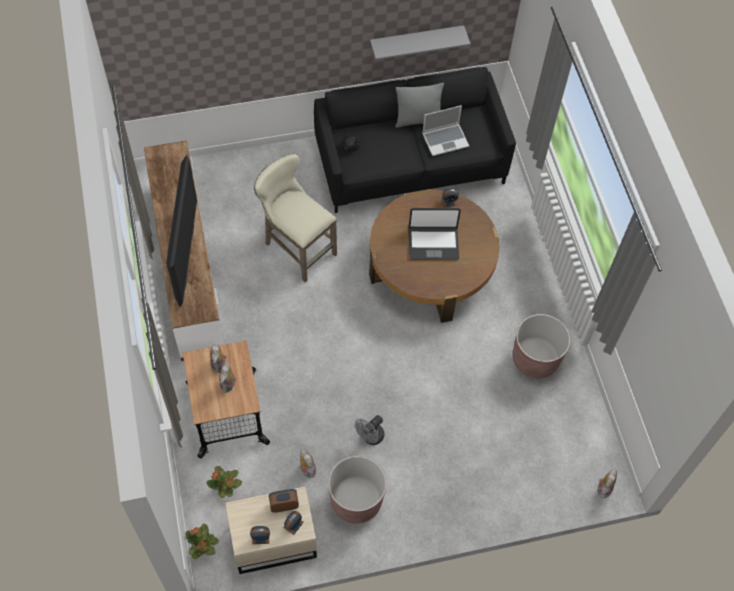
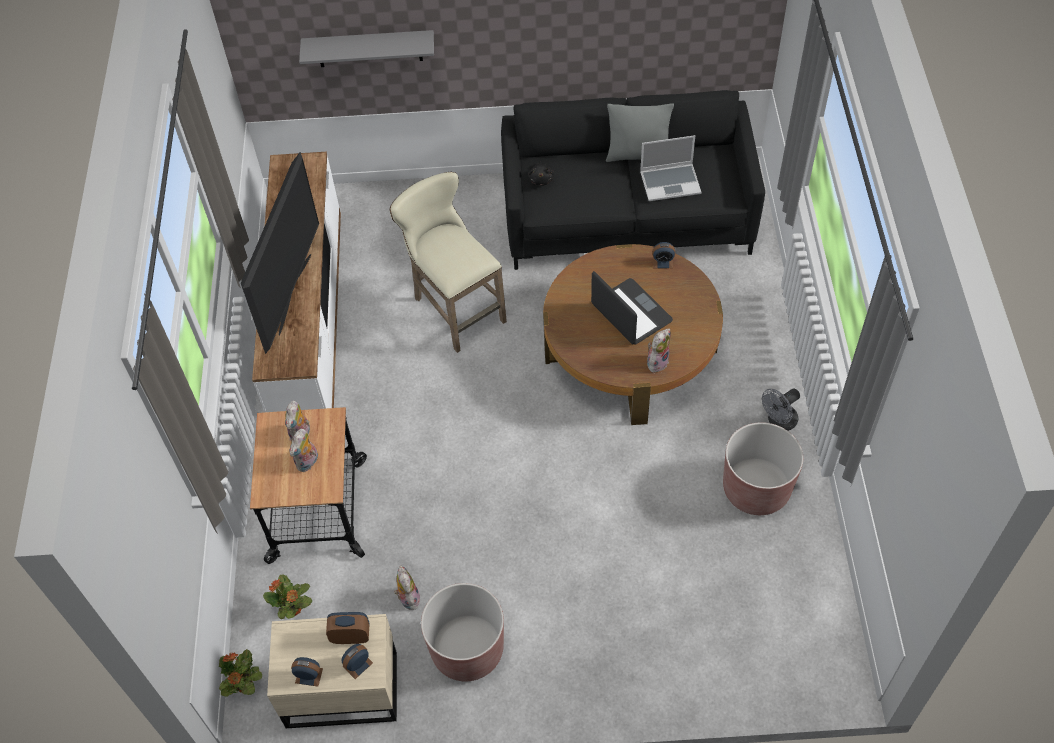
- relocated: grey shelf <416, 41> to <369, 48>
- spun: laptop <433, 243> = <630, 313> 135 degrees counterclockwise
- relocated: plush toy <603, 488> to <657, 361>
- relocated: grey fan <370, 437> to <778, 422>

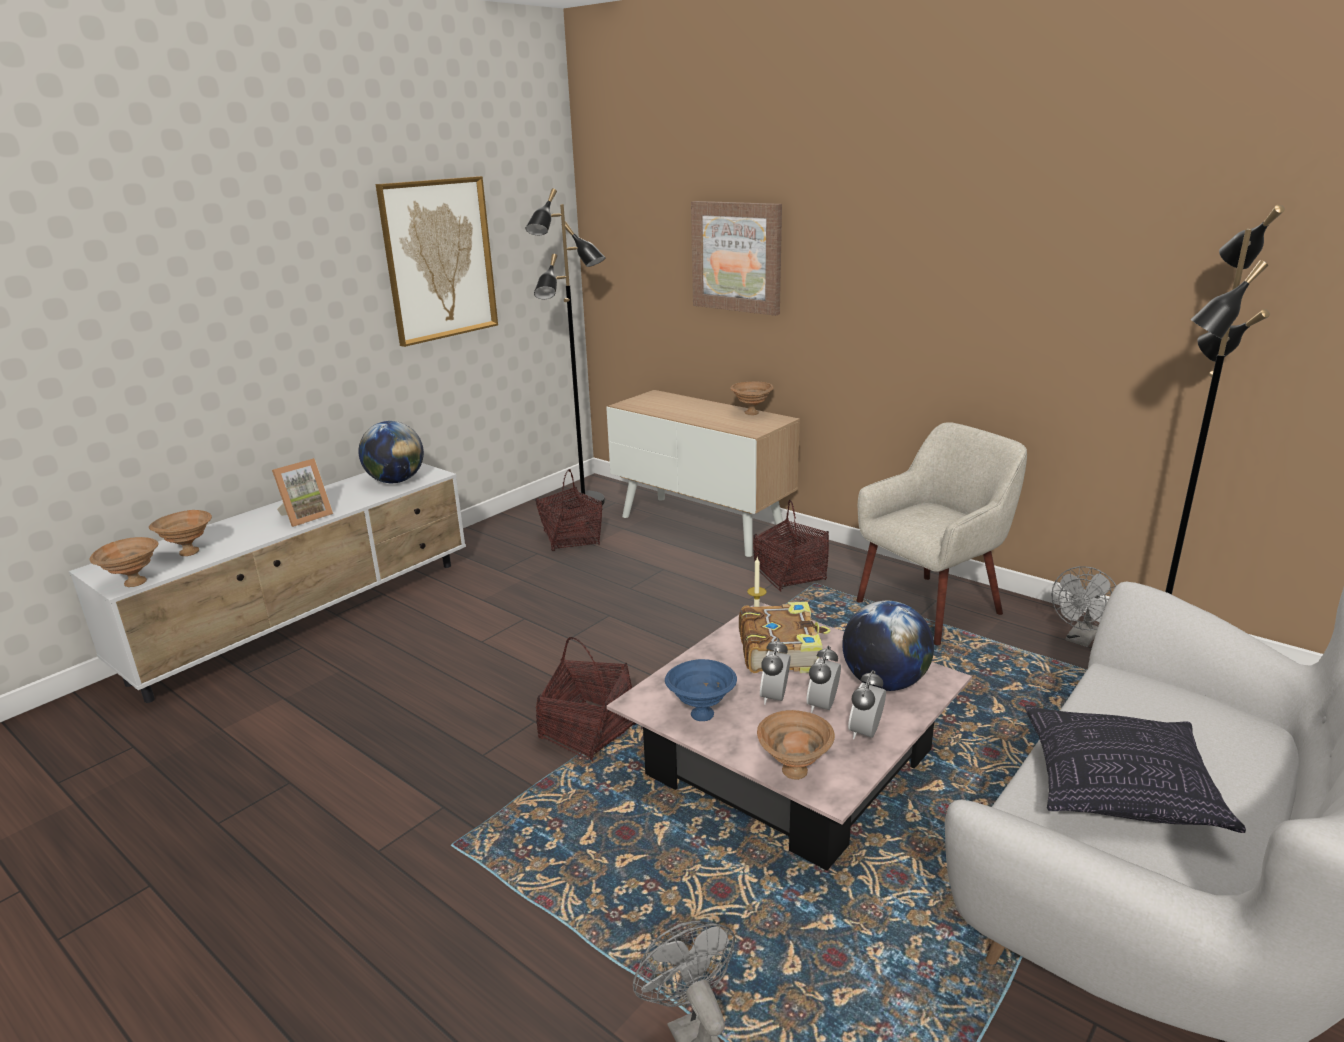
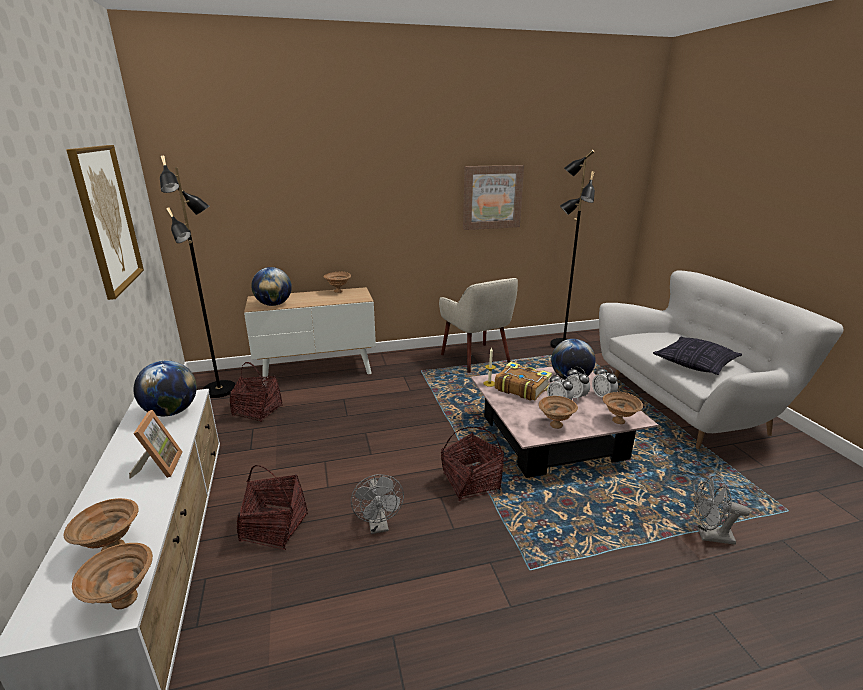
- relocated: basket <790, 575> to <274, 527>
- appeared: globe <274, 304>
- relocated: grey fan <1080, 639> to <379, 526>
- spun: beige armchair <931, 608> = <476, 358> 150 degrees clockwise
- relocated: picture <737, 257> to <492, 197>
- colour: blue bowl <700, 714> to brown bowl <555, 425>

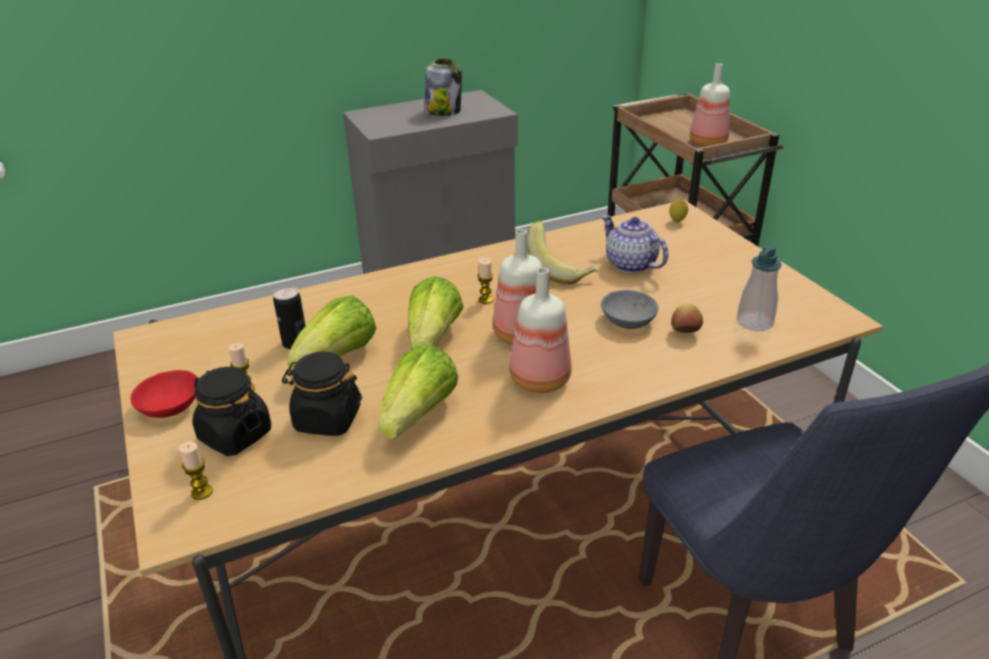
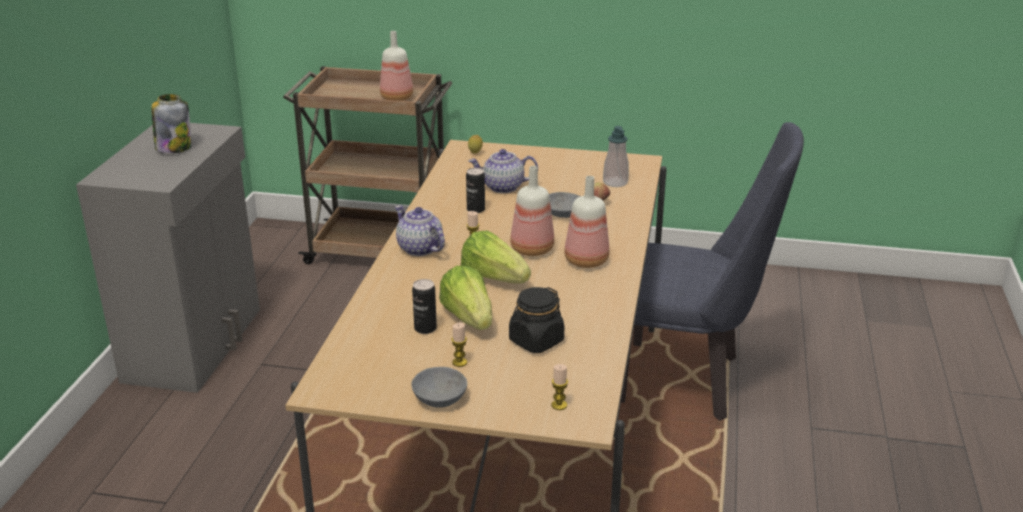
- appeared: teapot <419, 248>
- colour: red bowl <169, 404> to grey bowl <437, 398>
- exchanged: banana <561, 270> to can <475, 209>
- missing: black jar <235, 435>
- missing: lettuce <419, 414>

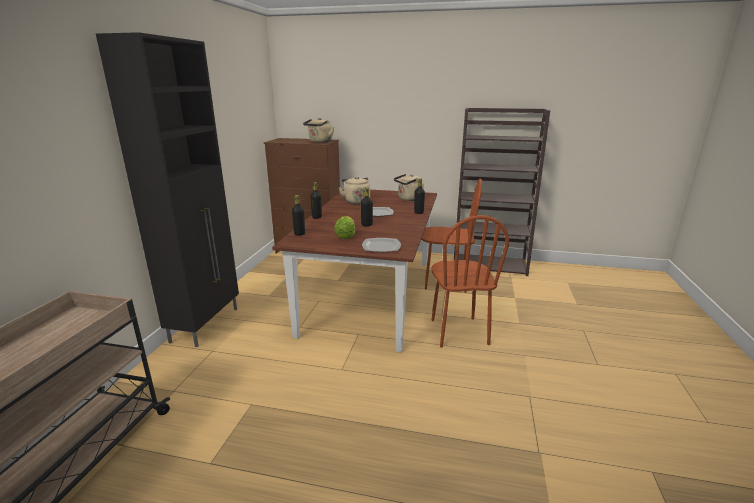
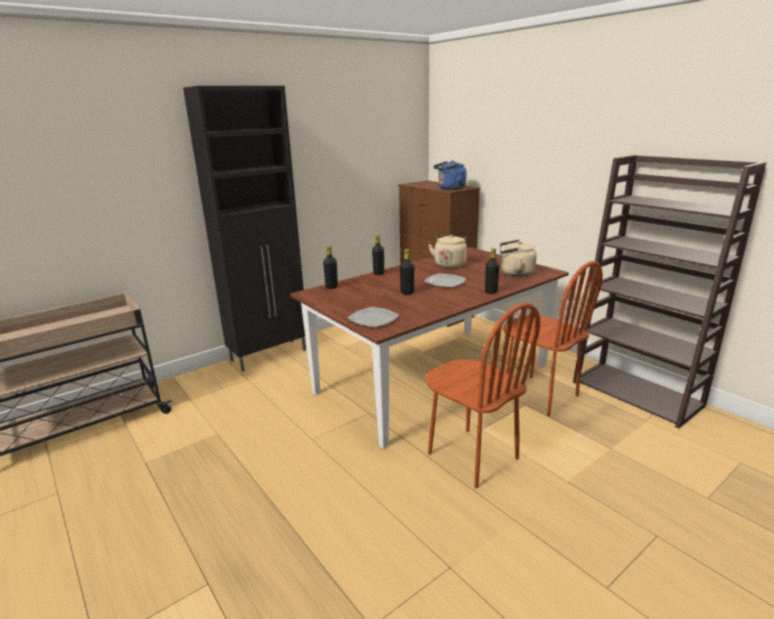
- spun: brown chair <458, 332> = <472, 456> 75 degrees counterclockwise
- colour: beige kettle <319, 142> to blue kettle <450, 189>
- missing: lettuce <346, 236>

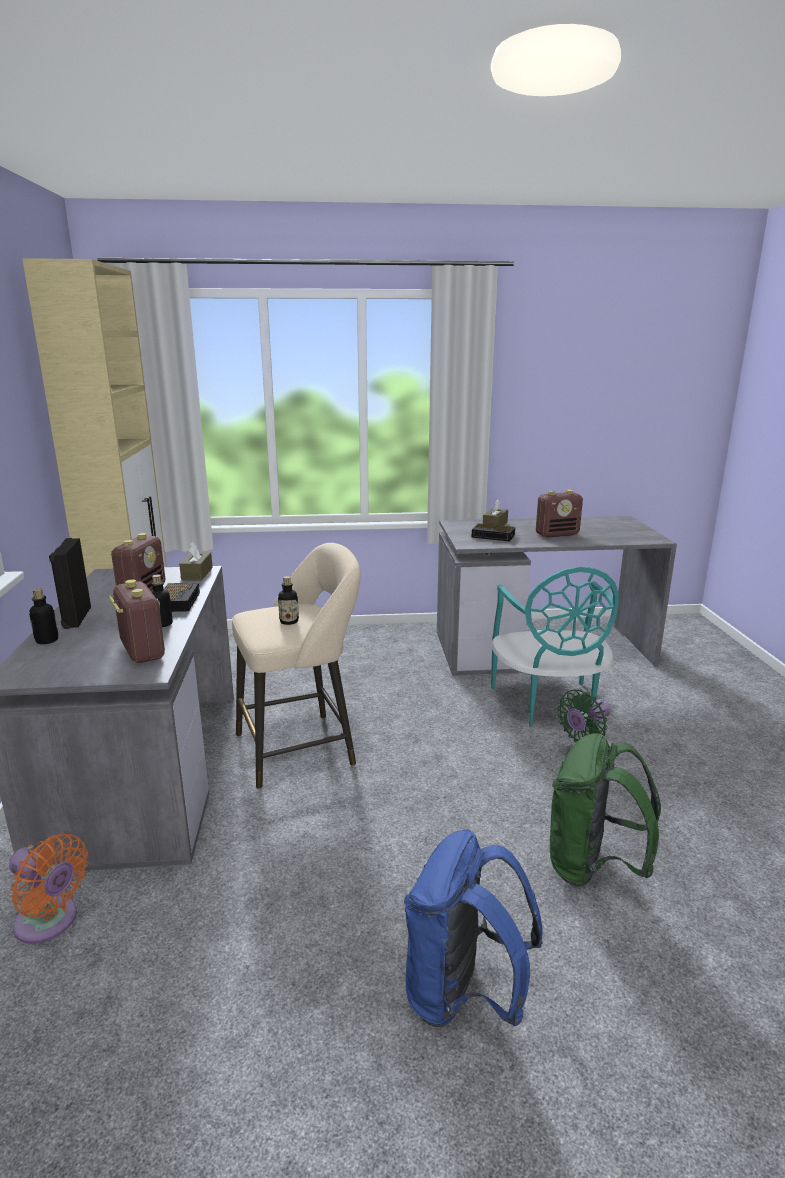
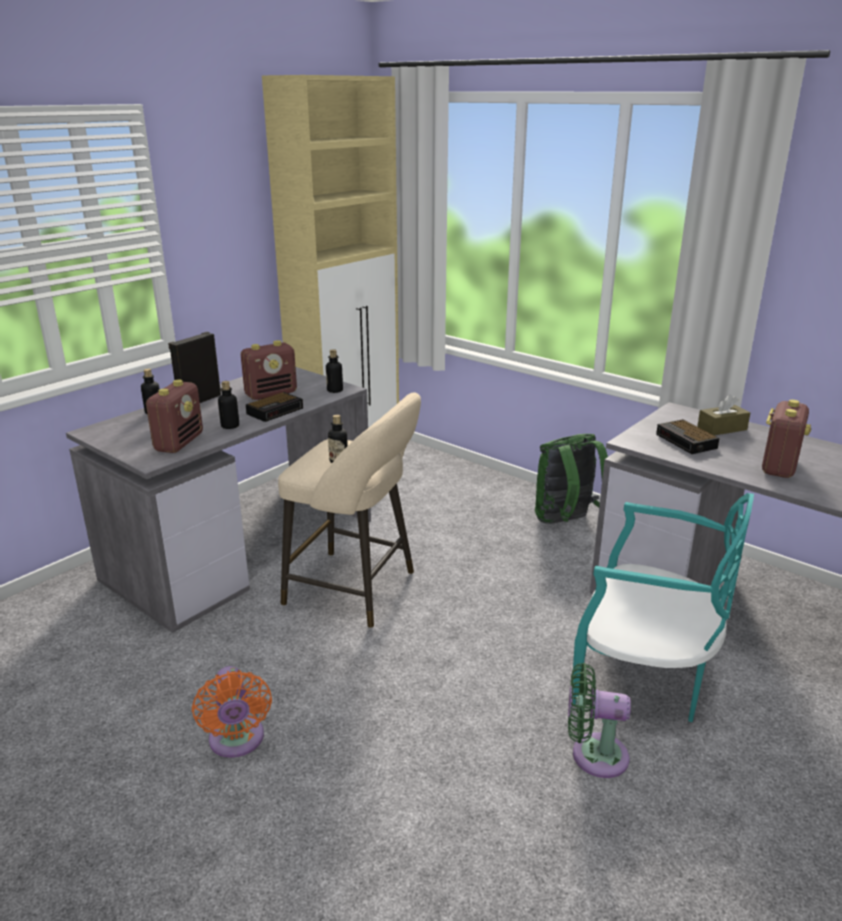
- relocated: orange fan <50, 922> to <237, 741>
- exchanged: brown tissue box <197, 574> to bottle <335, 390>
- relocated: green backpack <593, 867> to <566, 522>
- spun: turquoise chair <548, 705> = <644, 679> 105 degrees counterclockwise
- spun: radio <557, 534> = <779, 466> 90 degrees counterclockwise
- missing: blue backpack <463, 995>

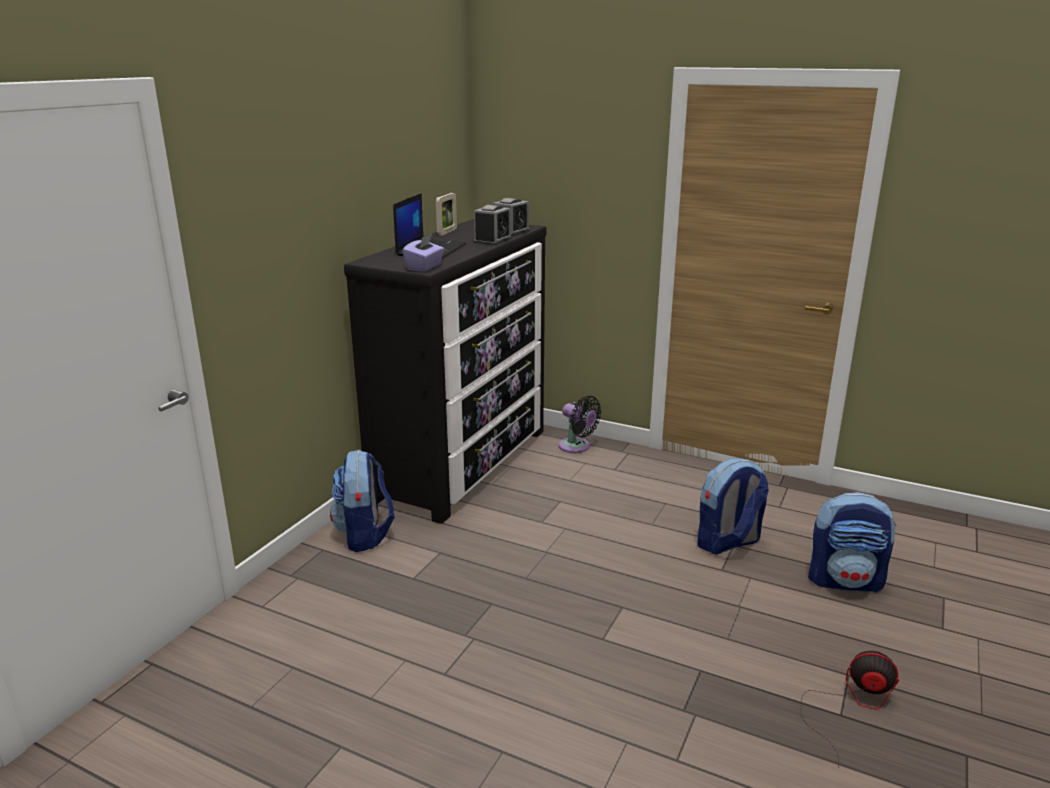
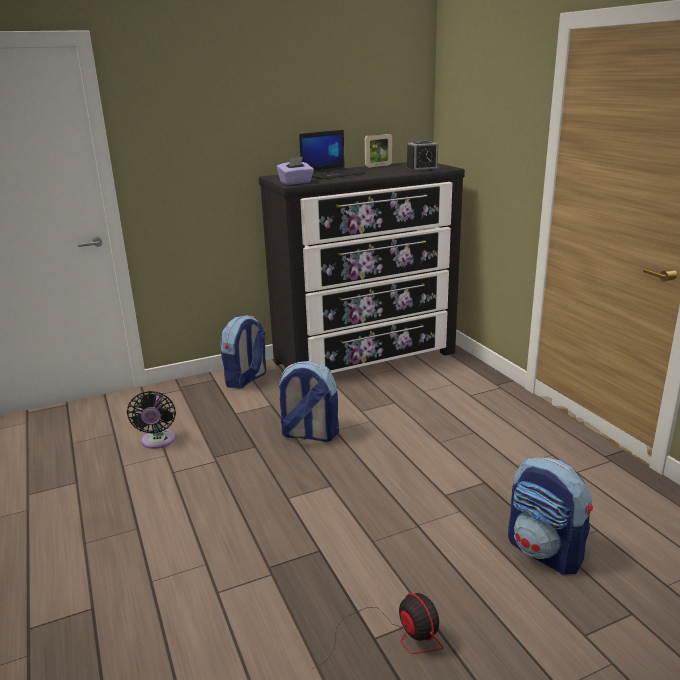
- relocated: black fan <577, 447> to <158, 441>
- relocated: backpack <728, 543> to <308, 434>
- missing: alarm clock <492, 240>

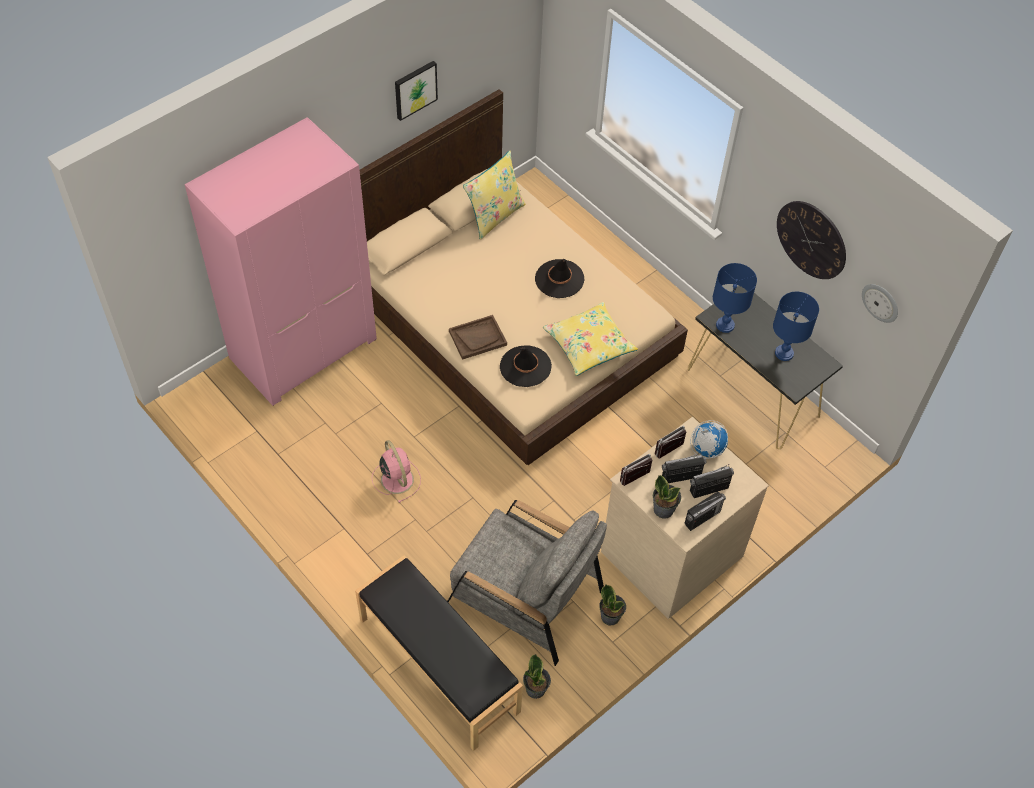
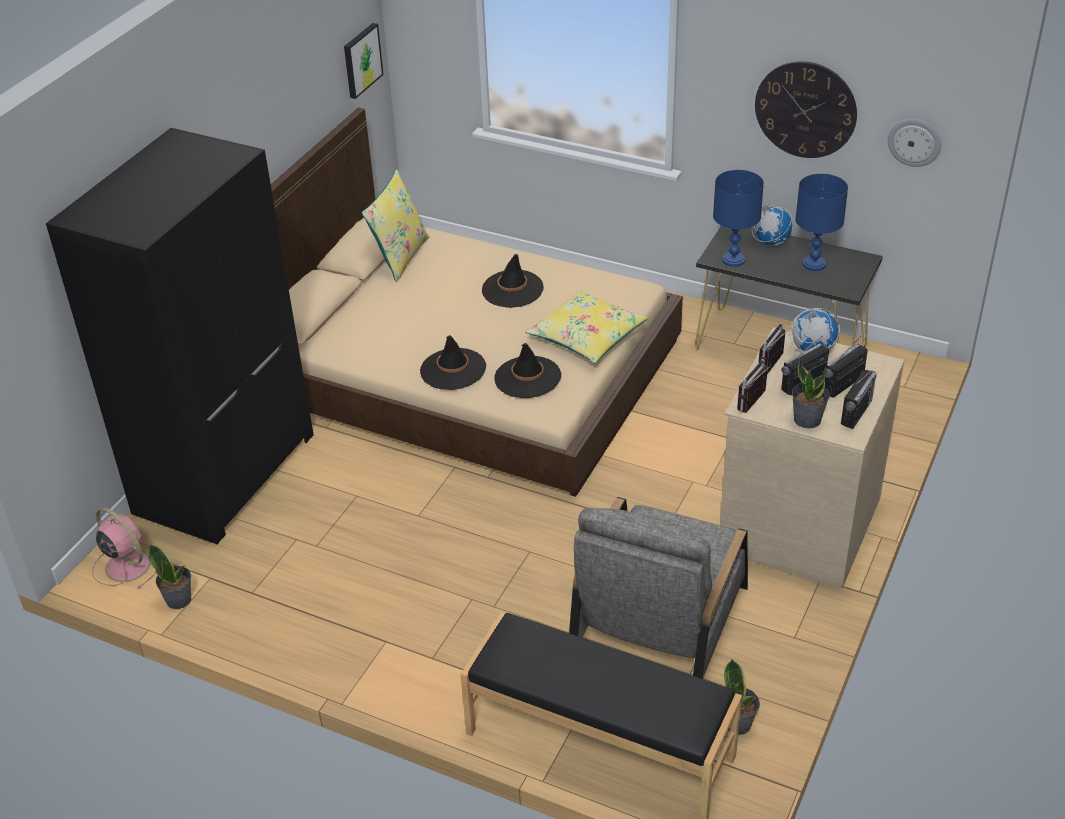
- colour: pink wardrobe <303, 347> to black wardrobe <224, 472>
- relocated: pink fan <396, 478> to <126, 565>
- relocated: potted plant <610, 616> to <179, 599>
- relocated: picture <415, 89> to <361, 60>
- exchanged: brown tray <477, 338> to black hat <453, 369>
- spun: grey armchair <524, 596> = <658, 630> 105 degrees clockwise
- appeared: globe <770, 242>

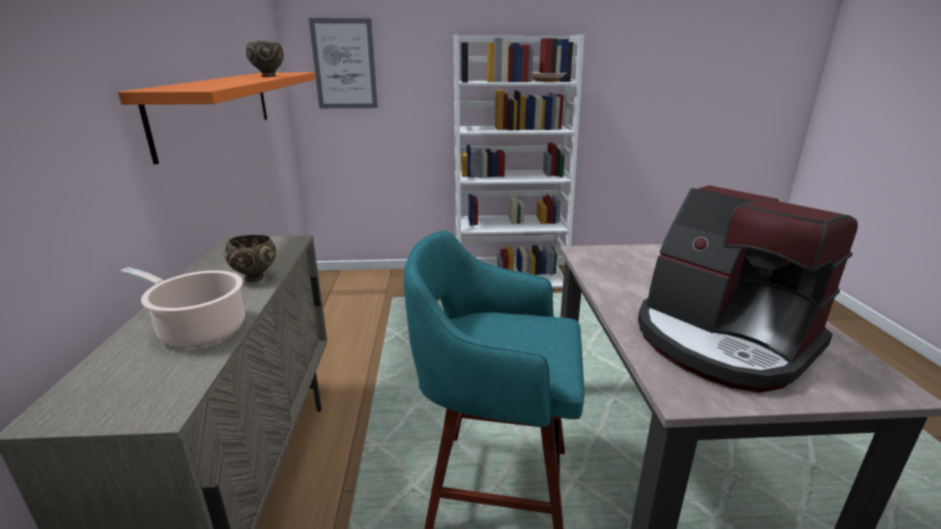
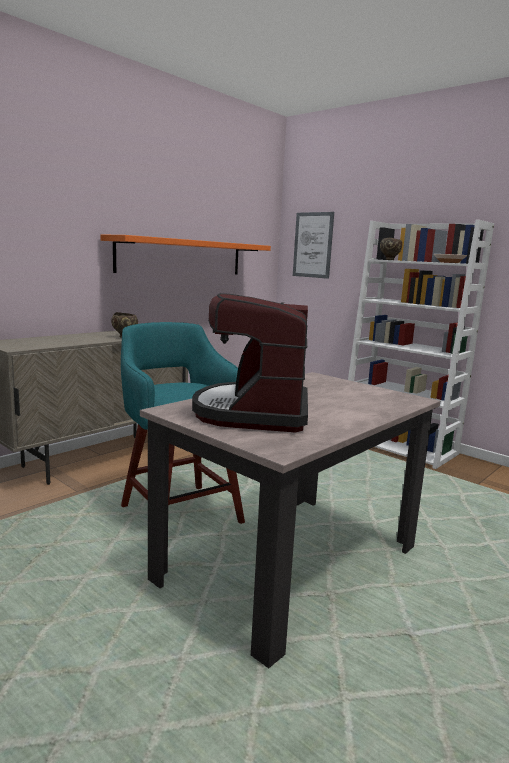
- relocated: brown bowl <268, 76> to <389, 260>
- missing: cooking pot <199, 329>

